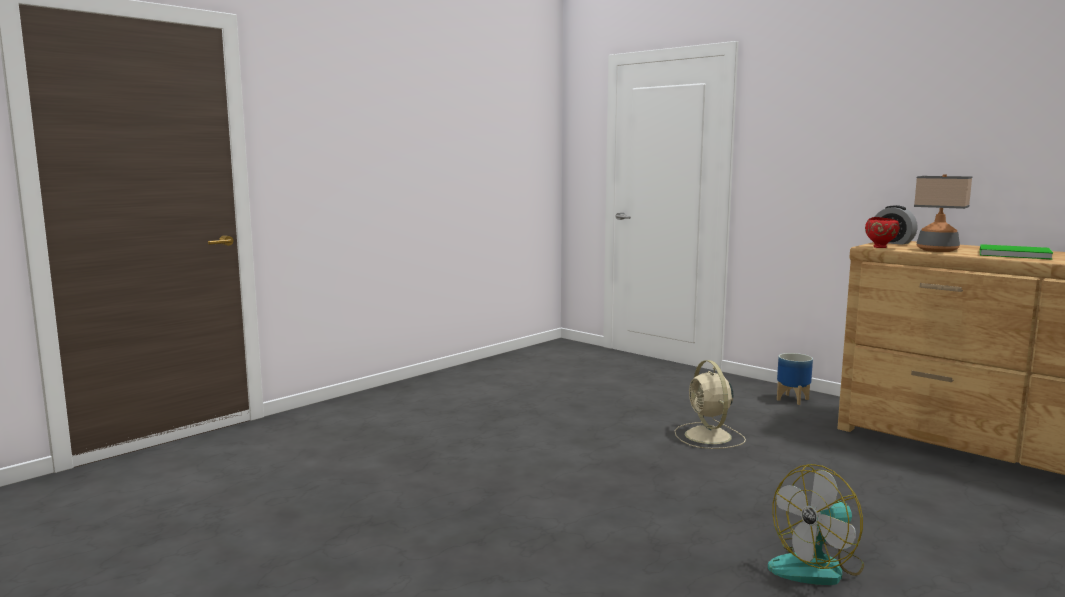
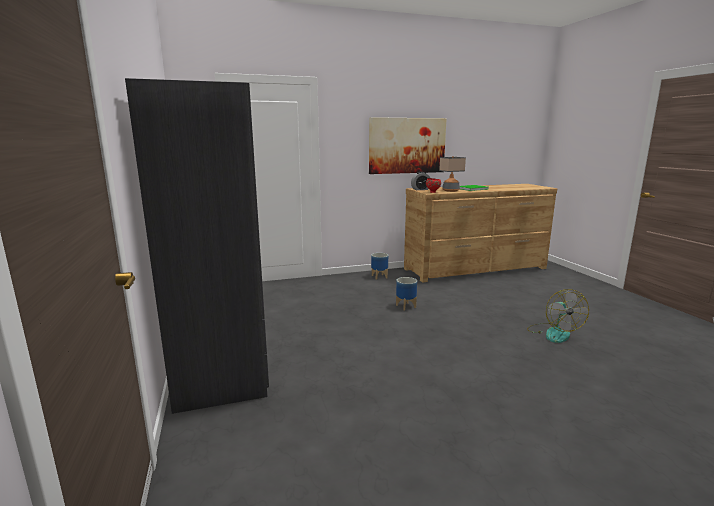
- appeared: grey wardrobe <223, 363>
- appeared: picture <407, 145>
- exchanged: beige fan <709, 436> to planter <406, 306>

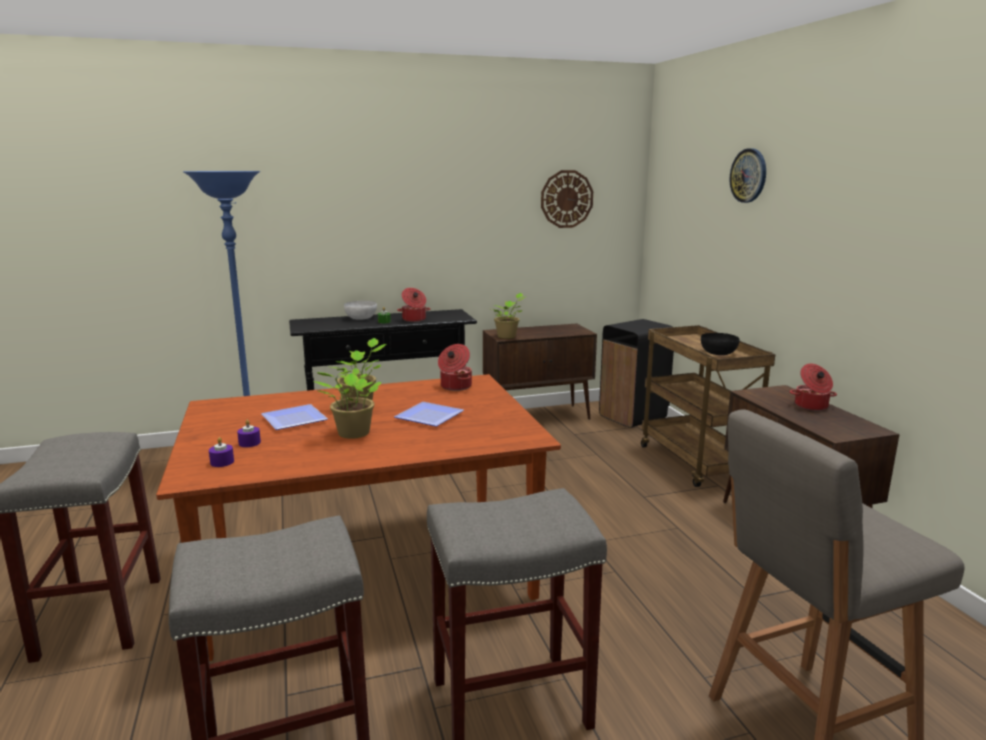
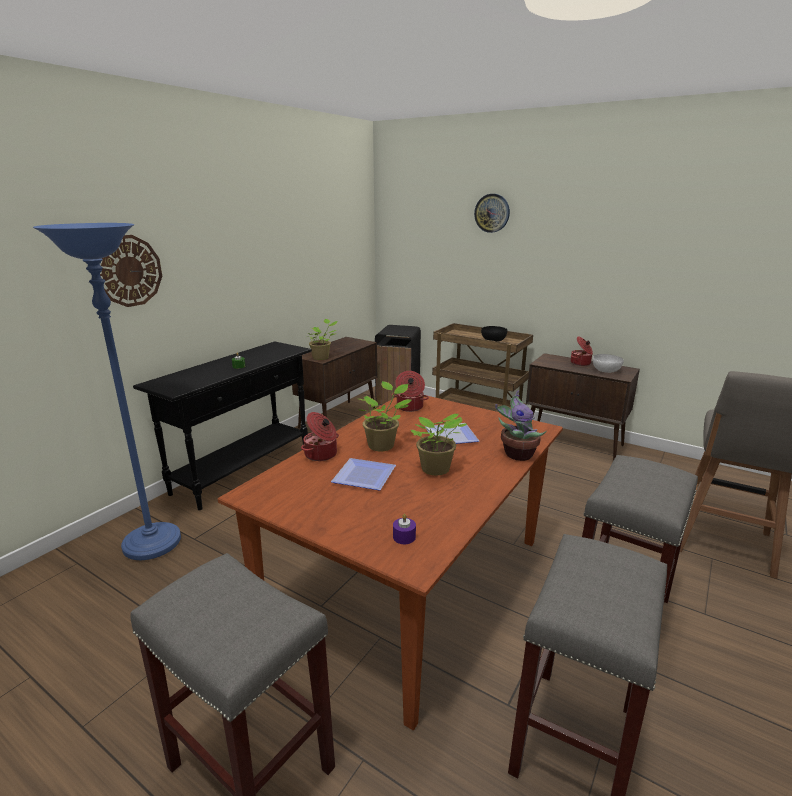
- relocated: wall clock <566, 199> to <128, 271>
- relocated: cooking pot <414, 320> to <321, 454>
- appeared: potted plant <517, 454>
- relocated: white bowl <361, 318> to <606, 370>
- missing: purple candle <249, 443>

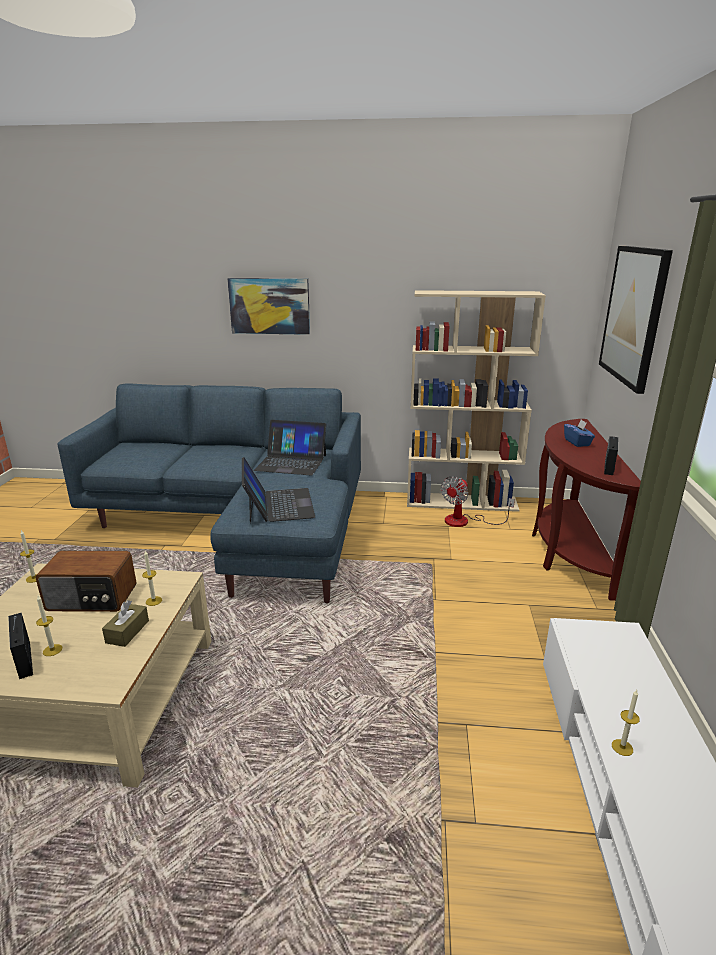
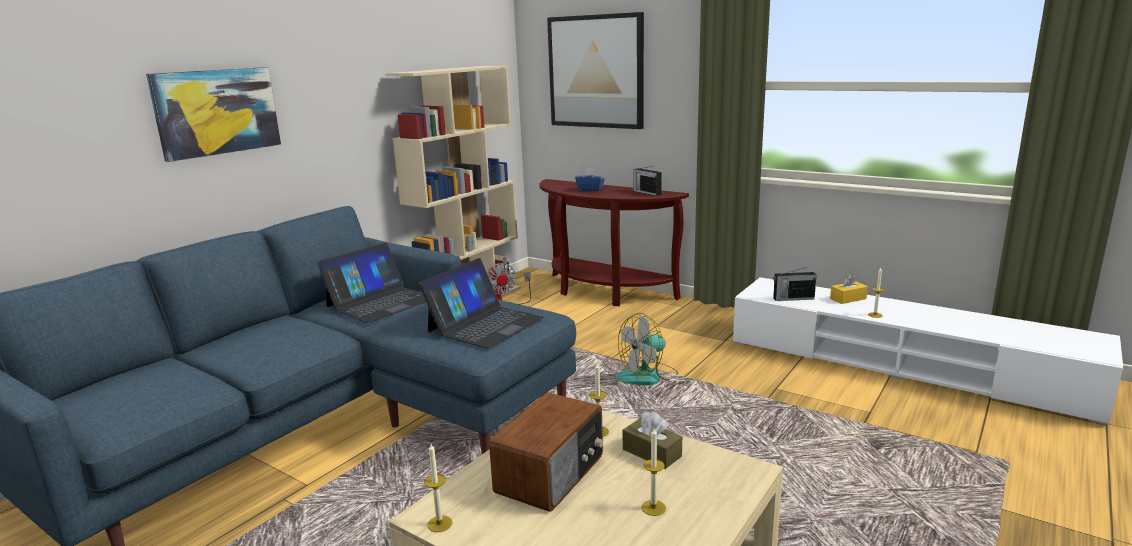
- spun: laptop <278, 505> = <485, 324> 105 degrees clockwise
- appeared: fan <647, 376>
- relocated: radio <25, 659> to <792, 298>
- appeared: yellow tissue box <848, 299>

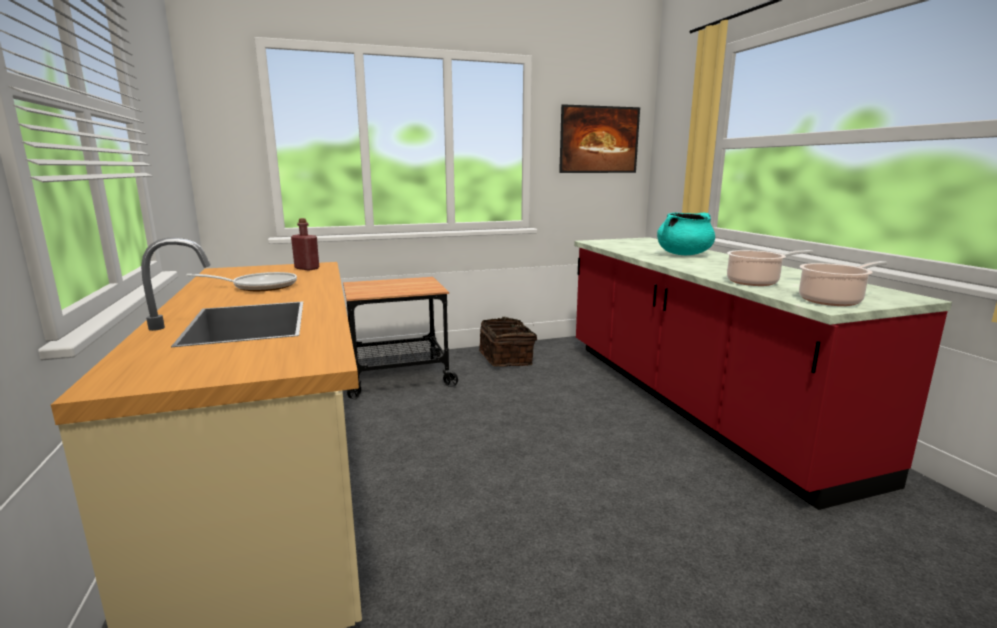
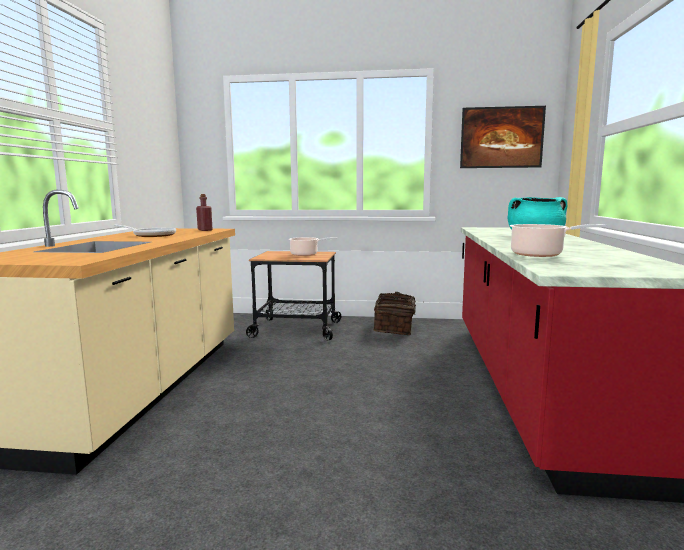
- relocated: cooking pot <832, 300> to <306, 254>

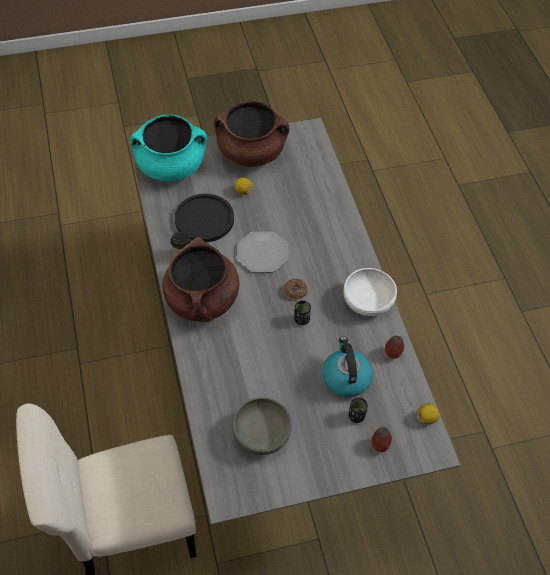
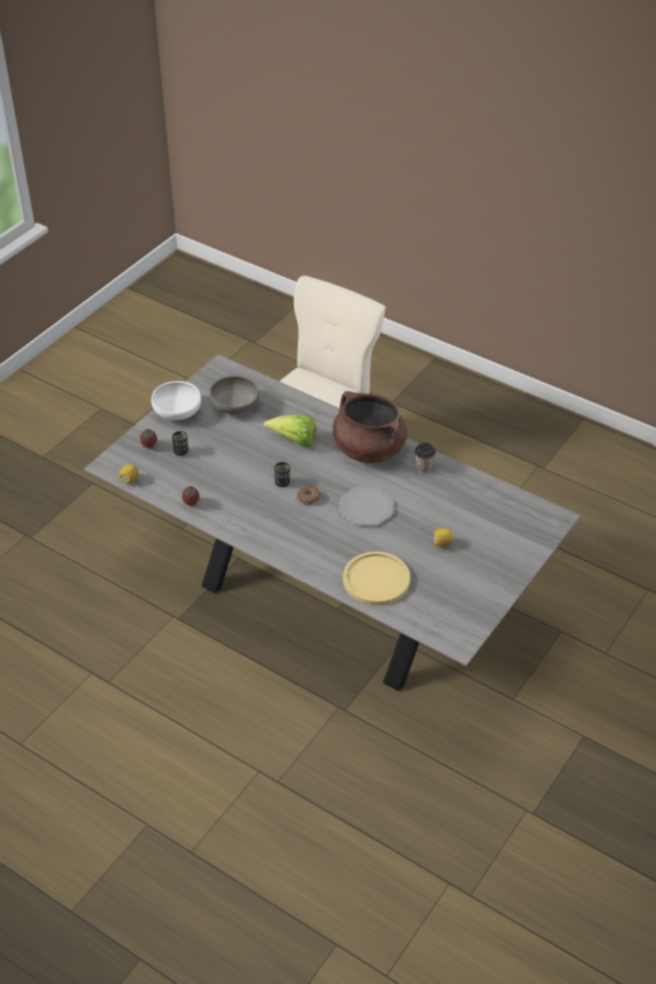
- relocated: white bowl <368, 301> to <177, 412>
- appeared: lettuce <294, 441>
- appeared: yellow plate <376, 580>
- missing: turquoise cooking pot <171, 166>
- missing: black plate <204, 219>
- missing: brown cooking pot <251, 153>
- missing: kettle <345, 377>

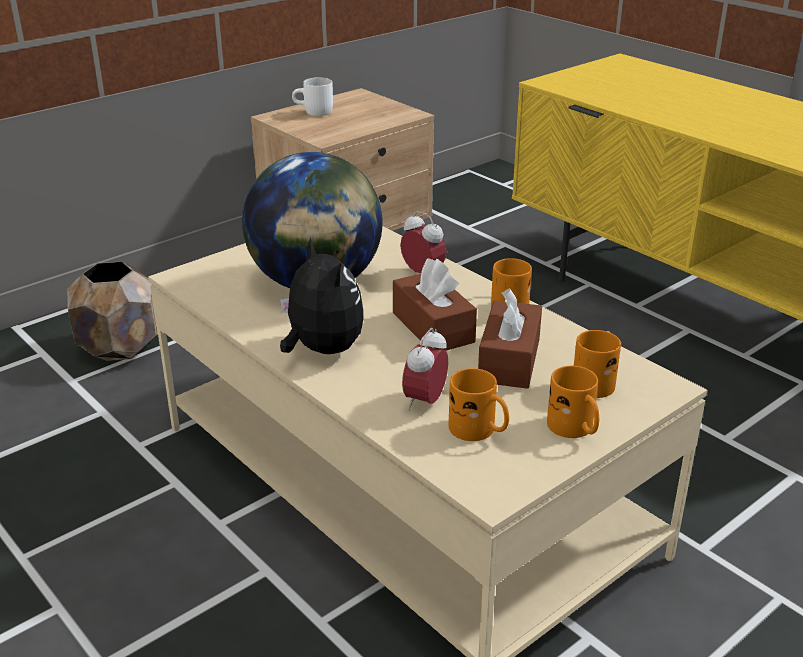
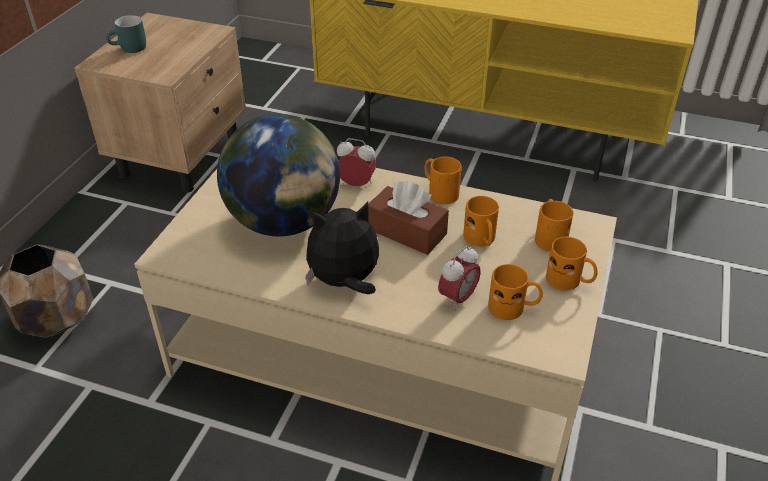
- colour: white mug <314, 113> to turquoise mug <130, 49>
- spun: plush toy <321, 350> = <345, 282> 45 degrees counterclockwise
- spun: alarm clock <425, 401> = <457, 298> 135 degrees counterclockwise
- exchanged: brown tissue box <509, 360> to orange mug <481, 240>

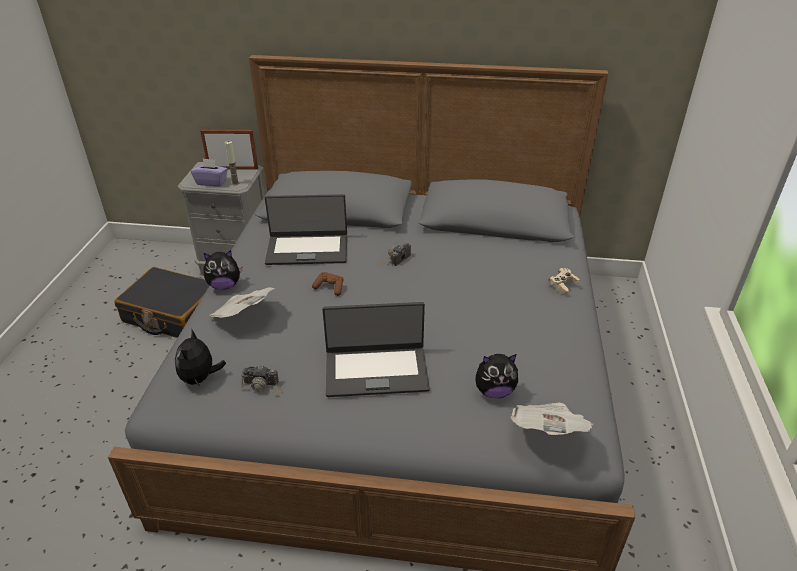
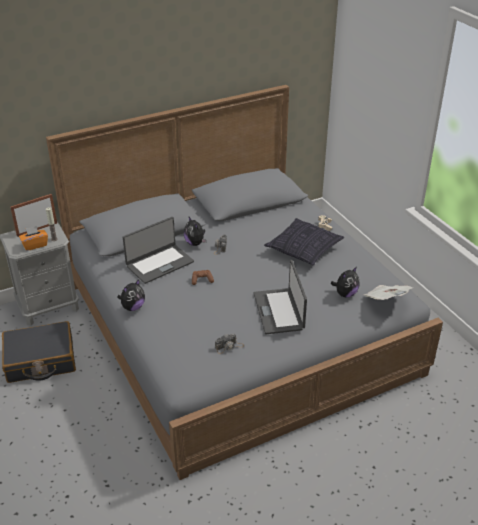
- colour: purple tissue box <212, 182> to orange tissue box <35, 245>
- relocated: plush toy <200, 378> to <195, 243>
- spun: laptop <376, 370> = <279, 311> 120 degrees clockwise
- appeared: pillow <303, 250>
- missing: newspaper <244, 316>

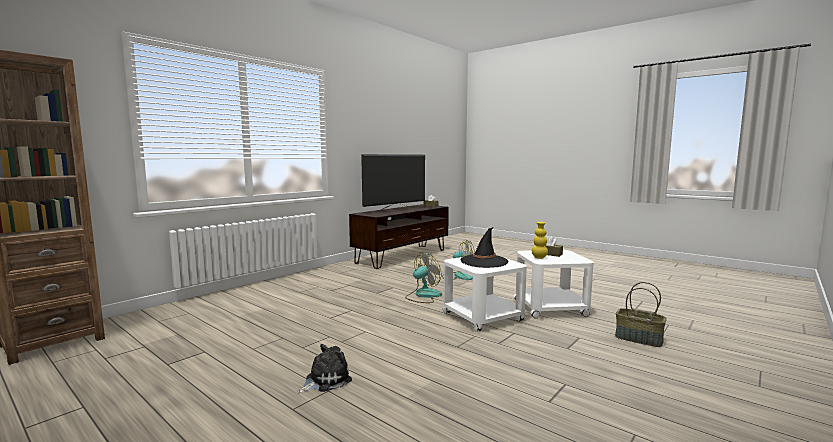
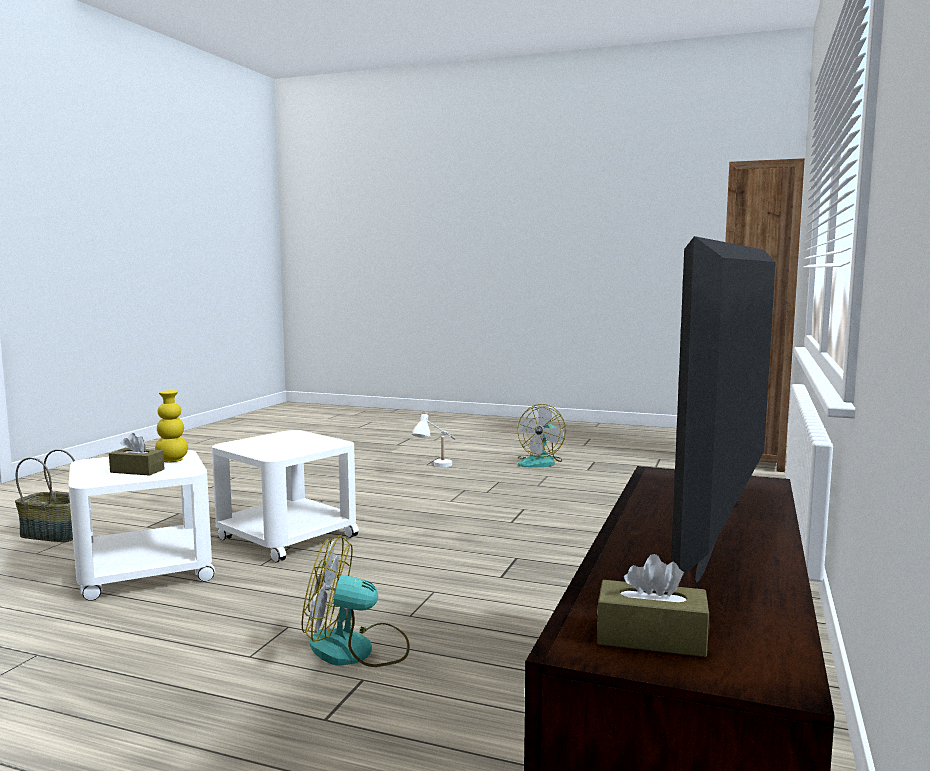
- exchanged: plush toy <325, 380> to white table lamp <437, 468>
- relocated: fan <423, 296> to <541, 462>
- missing: black hat <484, 261>

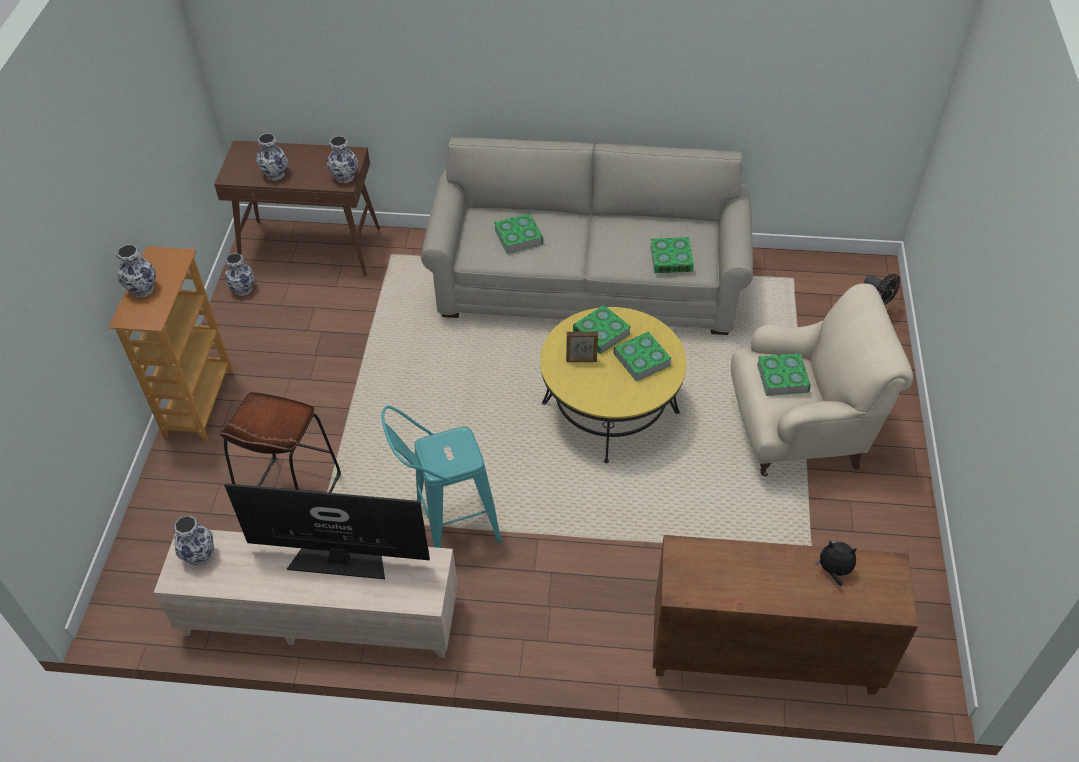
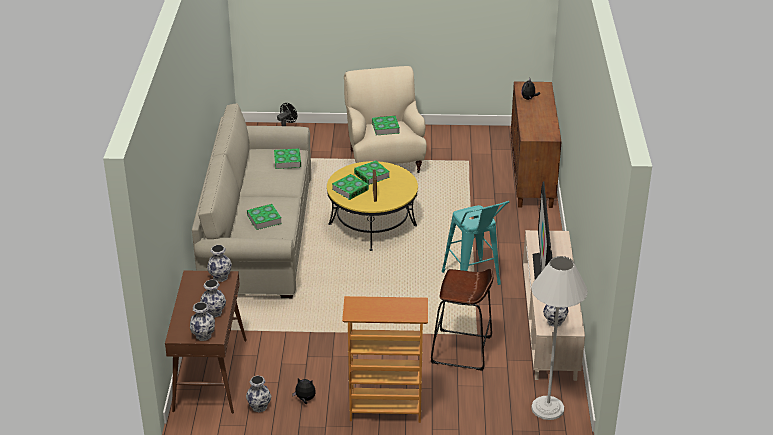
- relocated: vase <142, 289> to <203, 335>
- appeared: plush toy <305, 399>
- appeared: white floor lamp <547, 408>

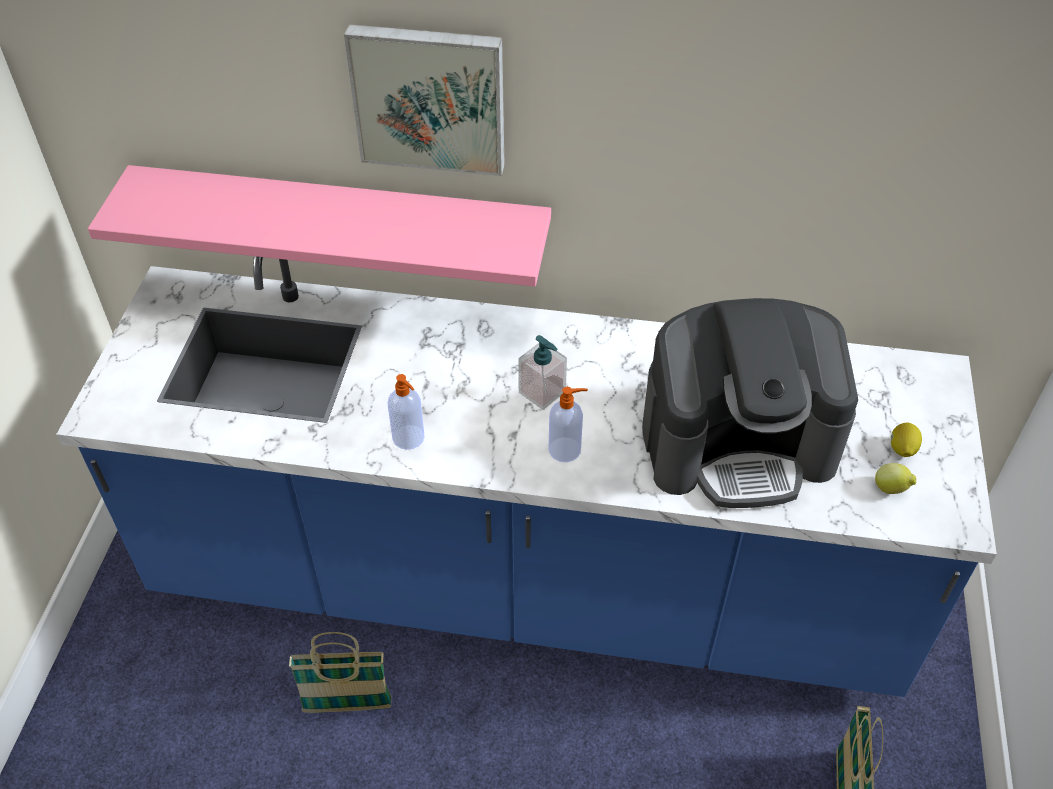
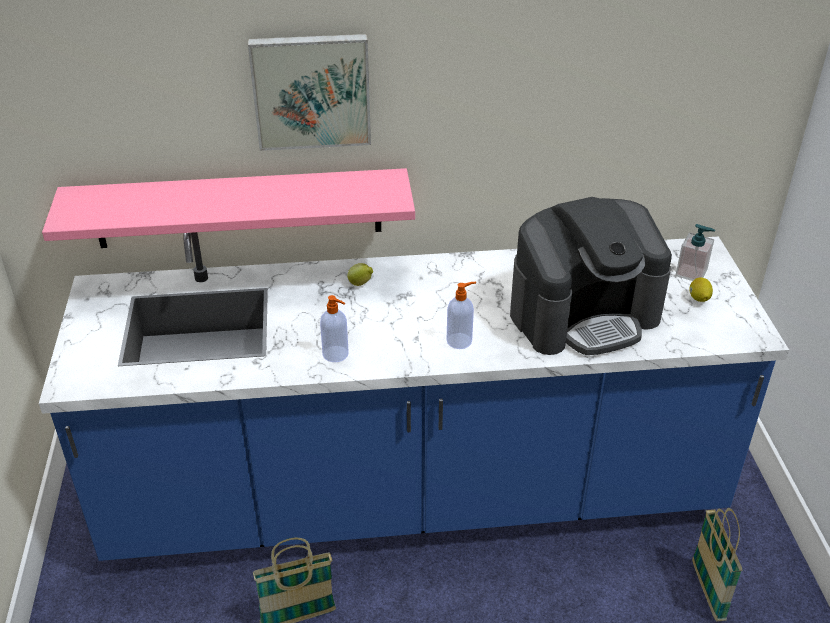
- relocated: lemon <891, 489> to <361, 284>
- relocated: soap dispenser <542, 392> to <691, 273>

